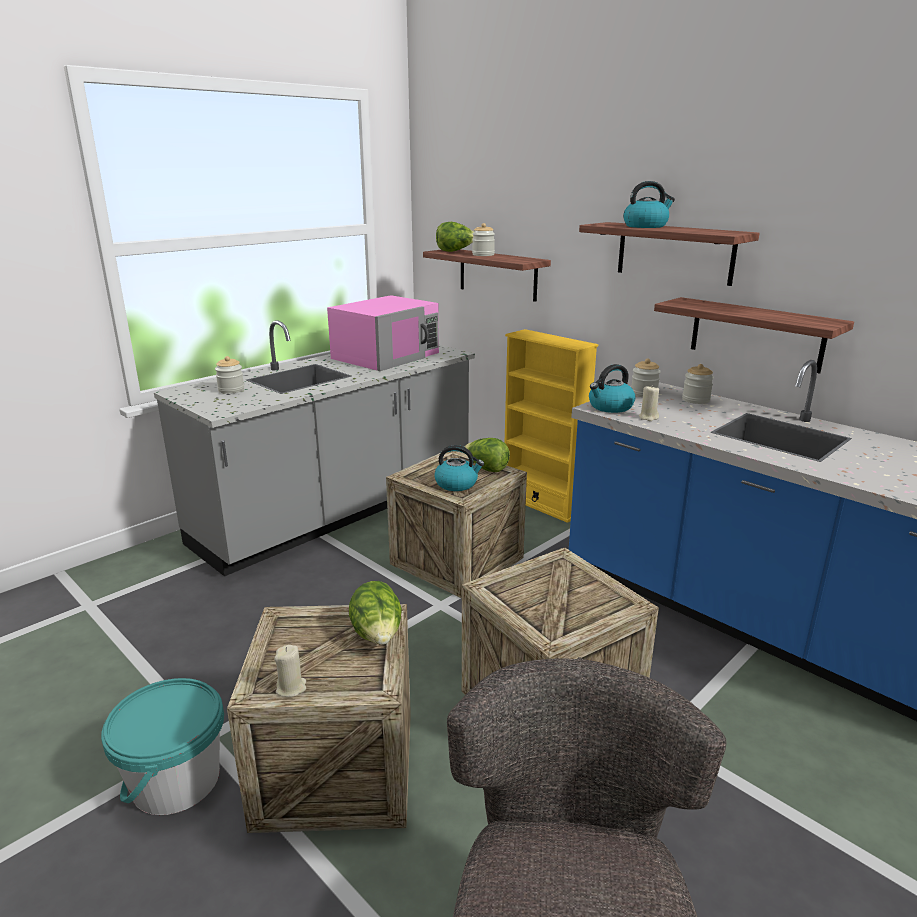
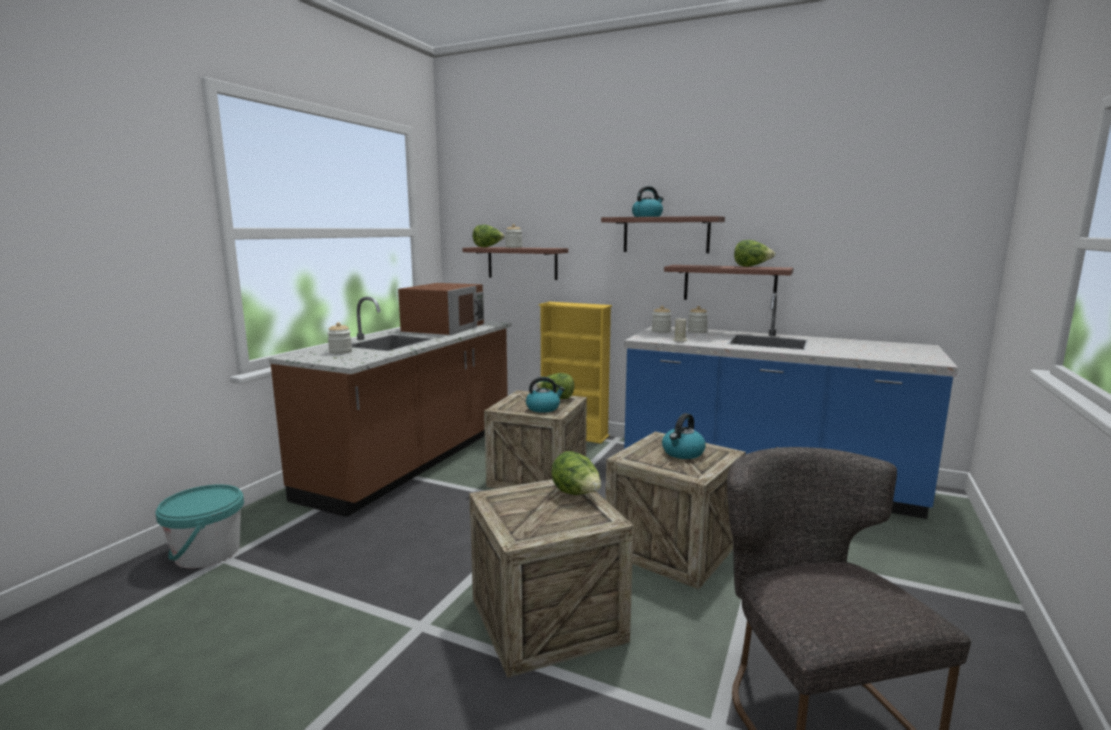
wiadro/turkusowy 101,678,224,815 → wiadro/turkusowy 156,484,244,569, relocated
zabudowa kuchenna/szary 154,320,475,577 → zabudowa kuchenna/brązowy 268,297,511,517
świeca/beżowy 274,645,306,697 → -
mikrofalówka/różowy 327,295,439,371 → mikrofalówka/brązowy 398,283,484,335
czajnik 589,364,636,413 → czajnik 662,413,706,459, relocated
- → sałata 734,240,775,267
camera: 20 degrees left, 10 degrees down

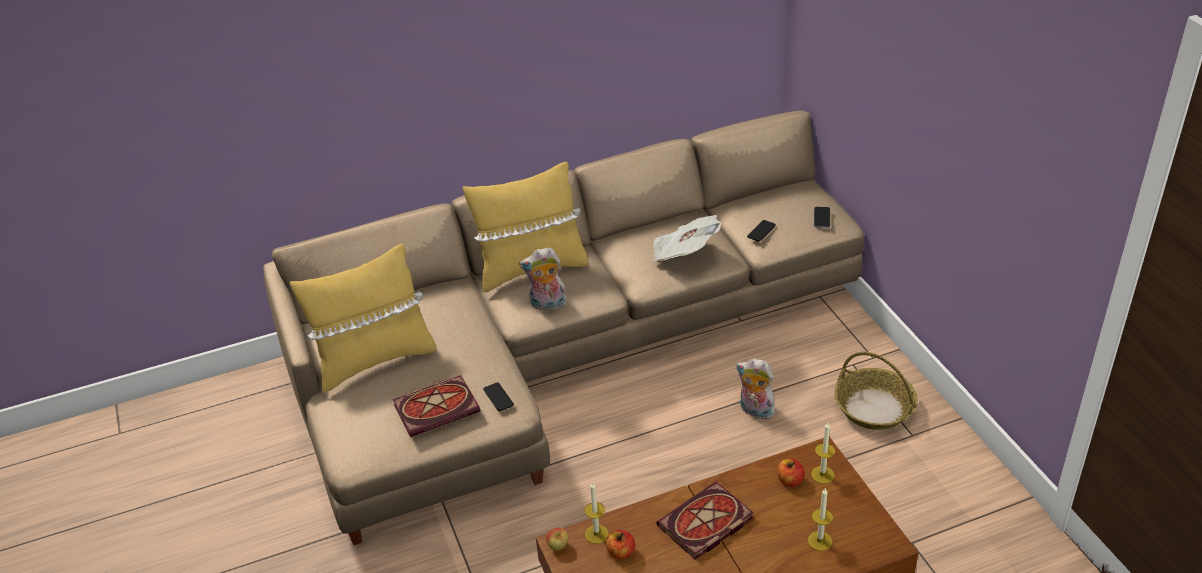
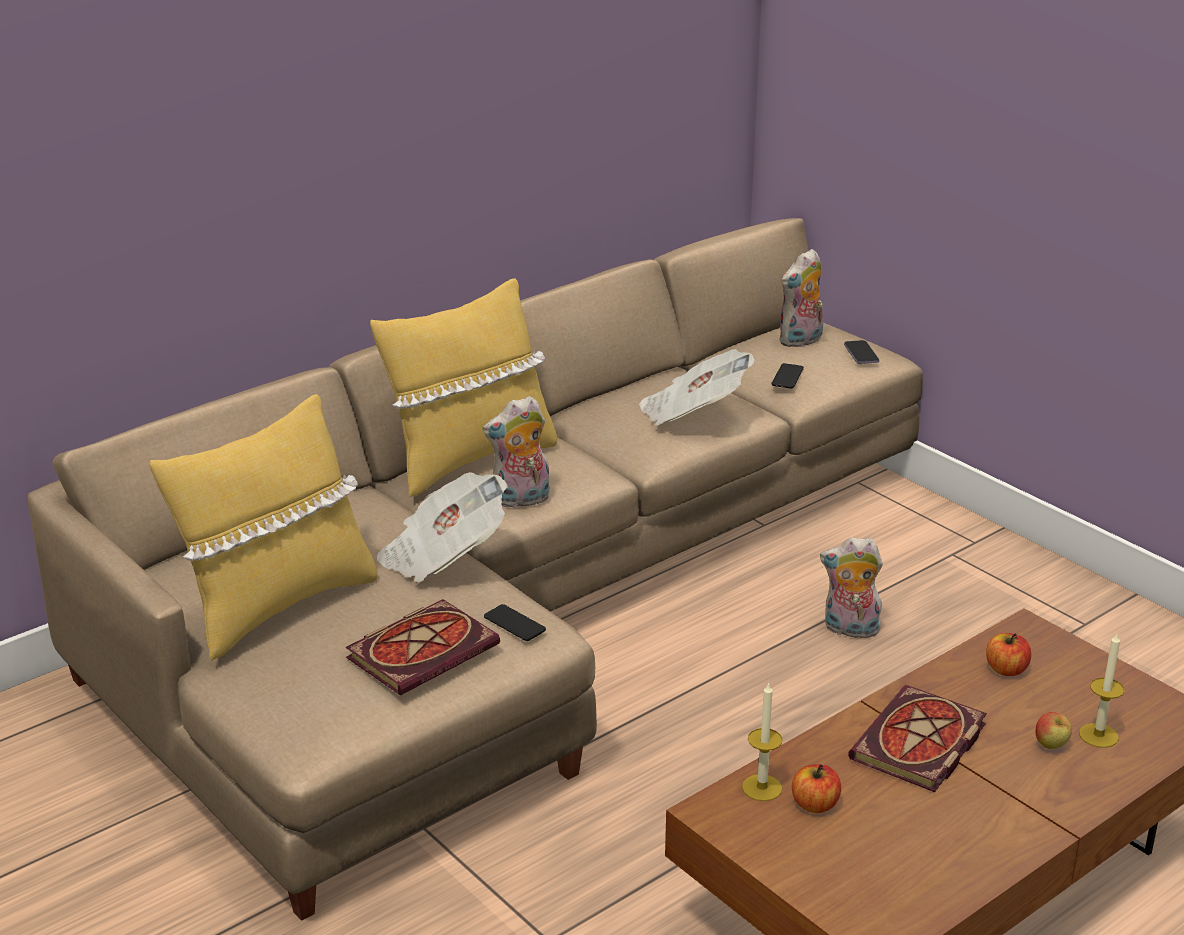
jabłko 546,528,569,550 → jabłko 1035,712,1072,749, relocated
świeca 811,423,835,484 → -
koszyk 834,352,918,430 → -
- → gazeta 377,472,508,583
- → pluszak 779,249,823,347
camera: 20 degrees left, 10 degrees down

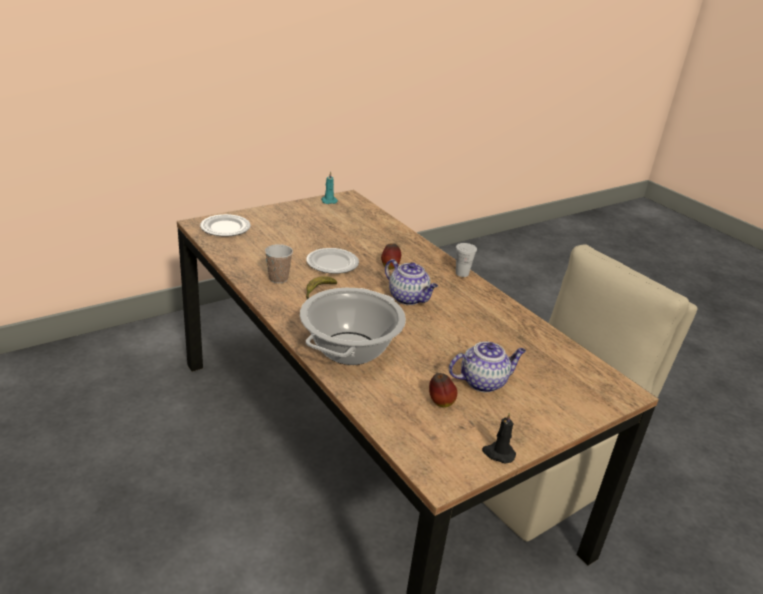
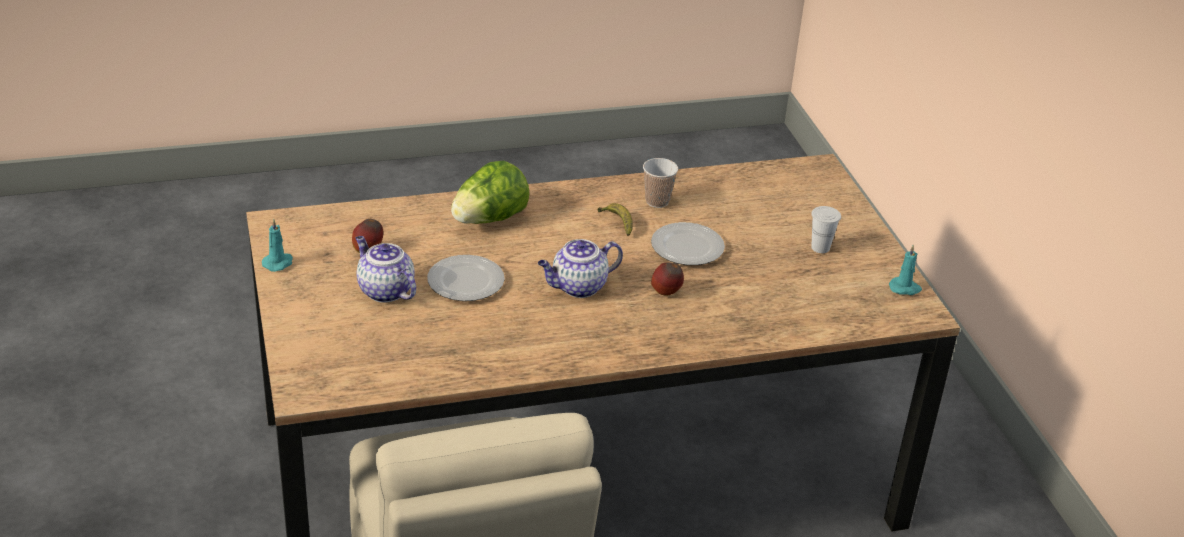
talerz 200,214,251,237 → talerz 427,255,505,301, relocated
garnek 300,288,406,365 → sałata 451,161,529,224
imbryk 449,341,526,392 → imbryk 356,236,416,303, 135 degrees clockwise
filiżanka/biały 456,243,477,277 → filiżanka/biały 811,206,841,253, relocated
świeca/czarny 482,412,516,463 → świeca/turkusowy 262,219,293,272
camera: 110 degrees right, 5 degrees up

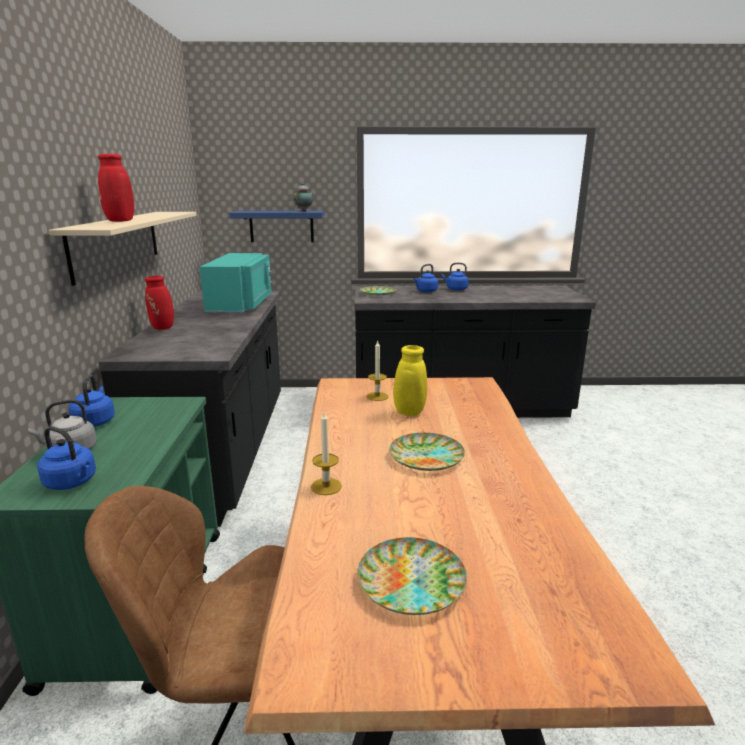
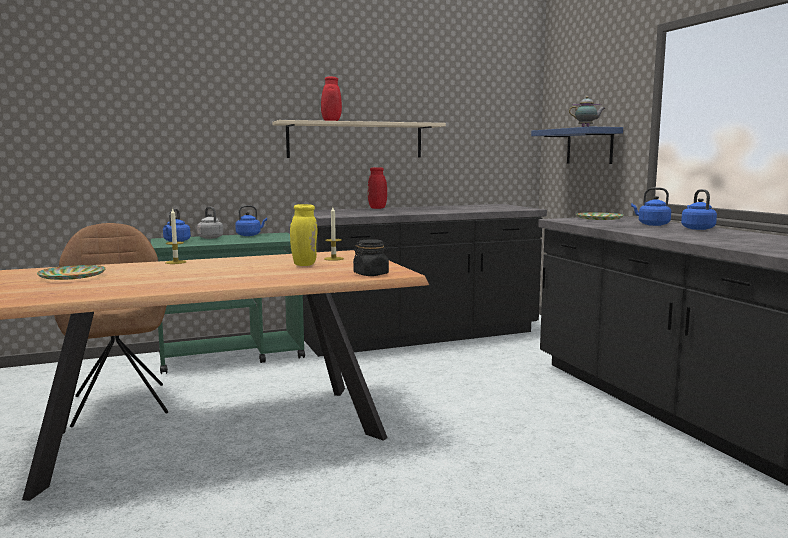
mikrofalówka/turkusowy 200,253,272,313 → -
talerz 389,433,465,471 → -
- → słoik/czarny 353,239,389,276
camera: 70 degrees right, 10 degrees down

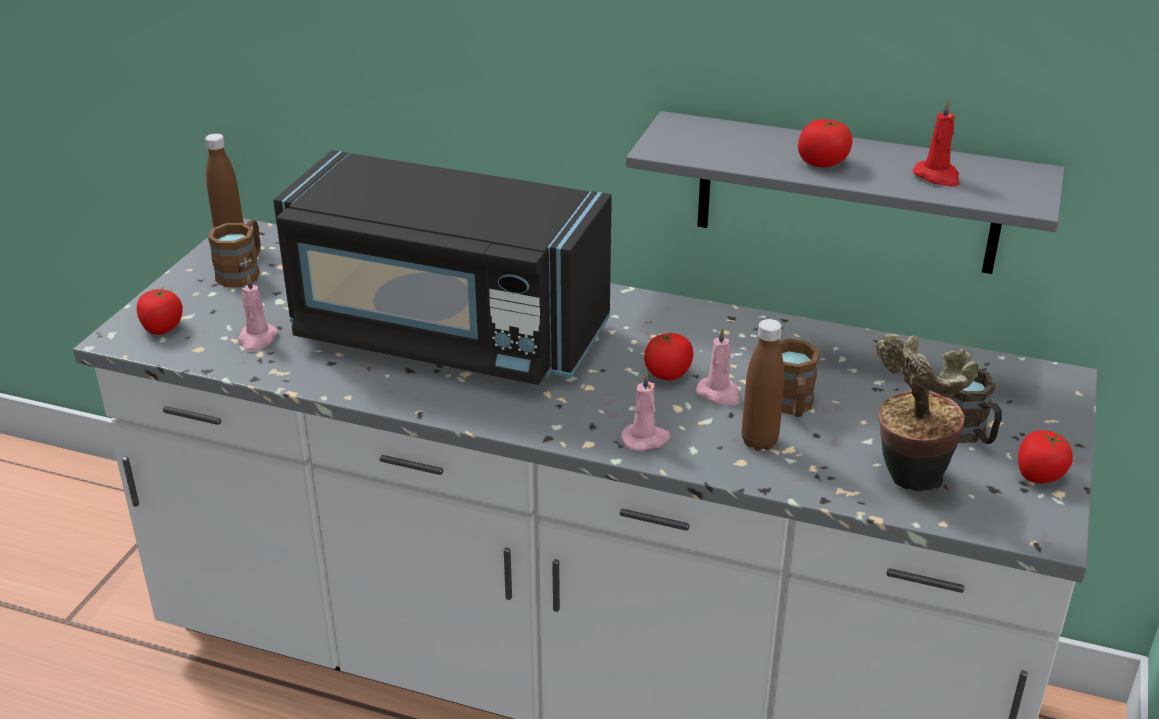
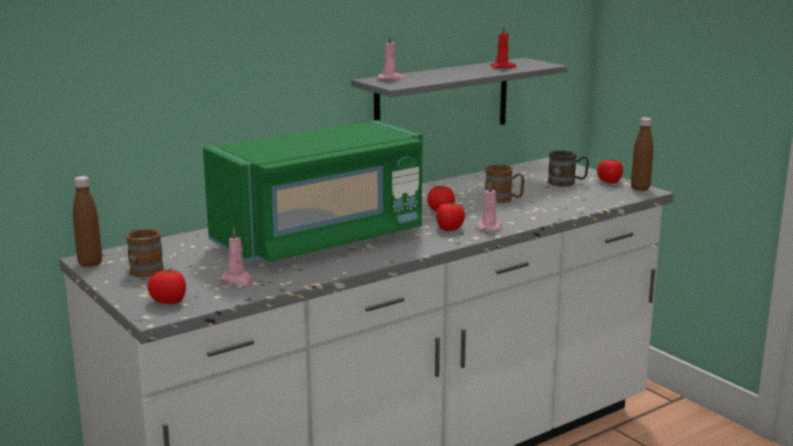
mikrofalówka/czarny 273,150,612,385 → mikrofalówka/zielony 203,120,423,263
świeca/różowy 696,327,739,406 → świeca/różowy 377,34,405,80, relocated
butelka/brązowy 742,319,784,451 → butelka/brązowy 631,117,653,191, relocated
pomidor 798,119,853,167 → pomidor 436,202,465,231, relocated
roślina doniczkowa 875,334,979,491 → -
camera: 55 degrees left, 15 degrees down

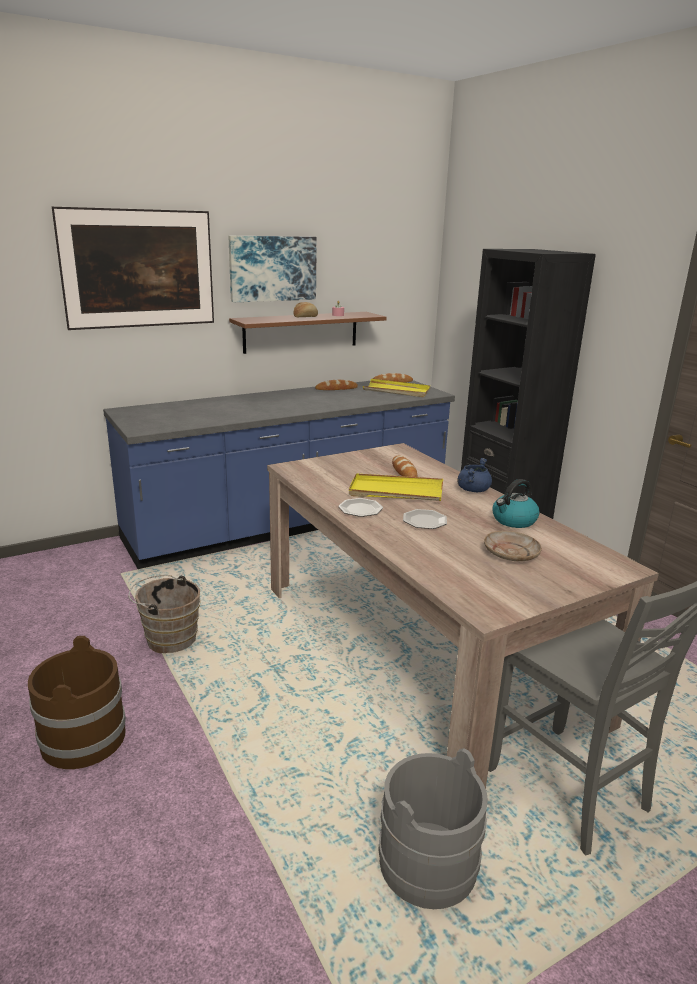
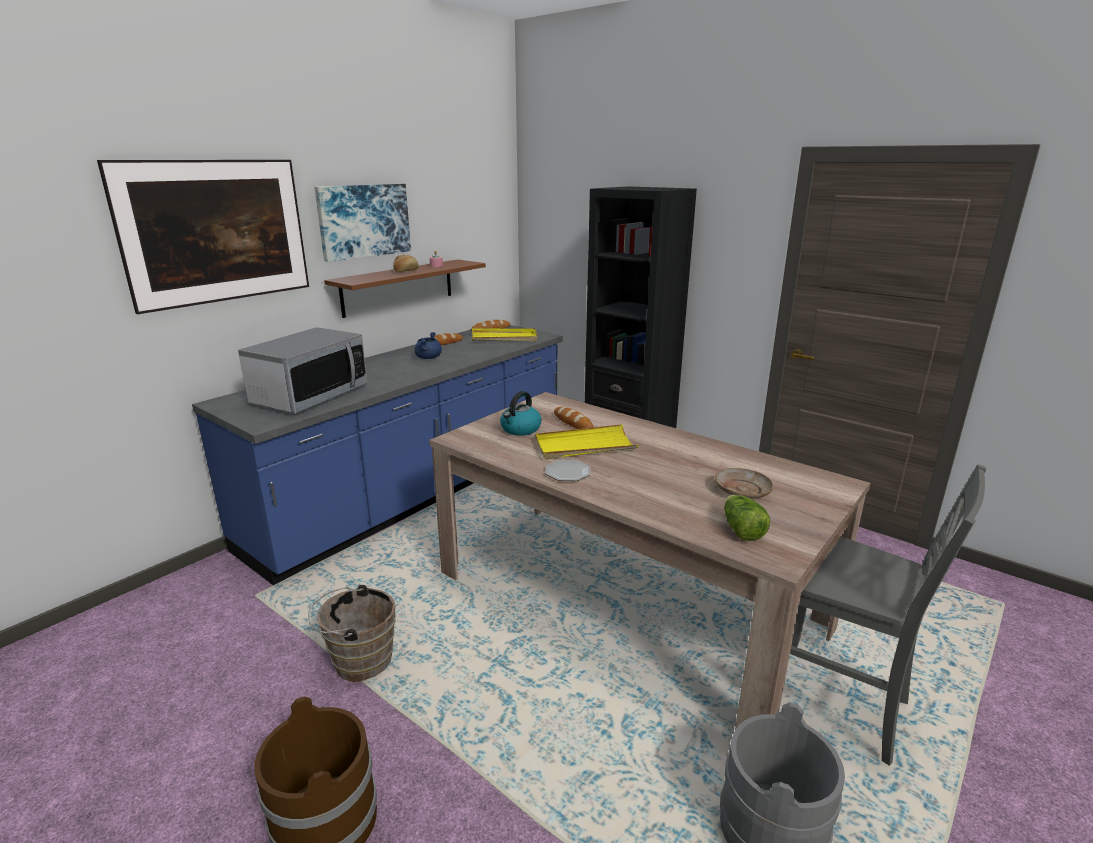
talerz 403,509,447,529 → -
garnek/niebieski 457,458,492,492 → garnek/niebieski 414,332,442,359, relocated
czajnik 492,479,539,528 → czajnik 500,391,542,436, relocated
- → mikrofalówka 238,327,367,414
- → sałata 724,495,770,541
camera: 20 degrees left, 0 degrees up

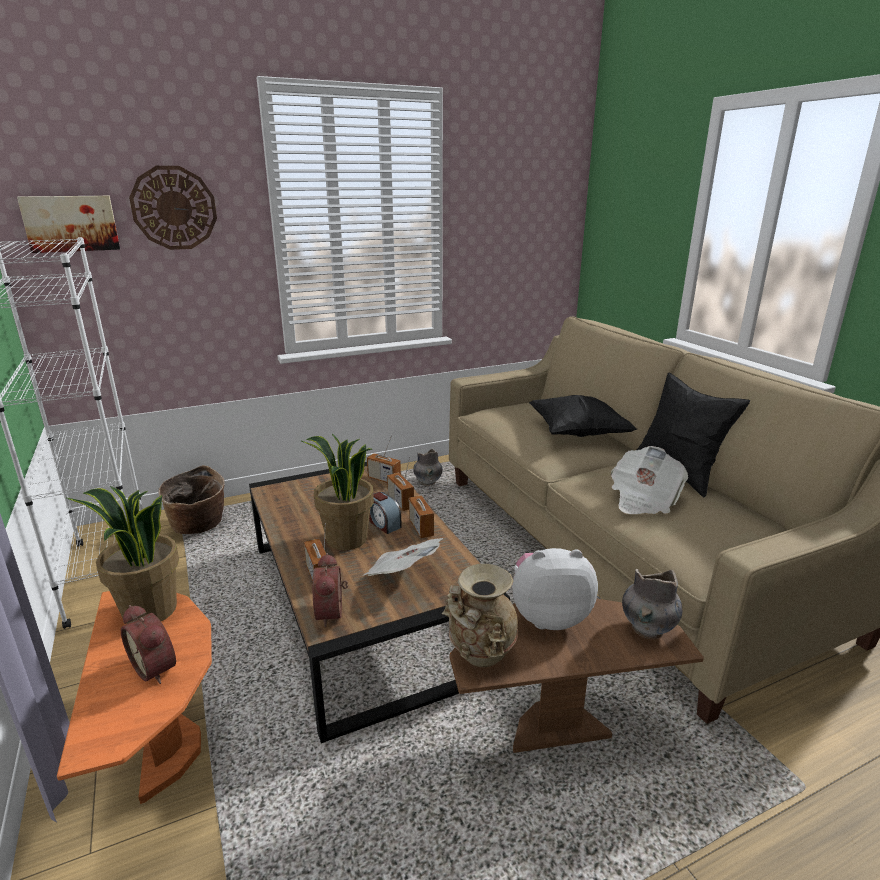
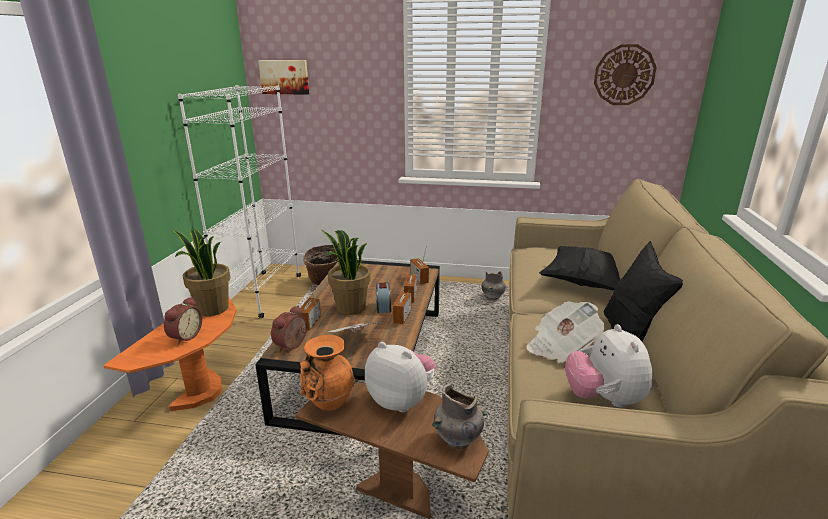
budzik 121,605,176,684 → budzik 164,297,202,345, 150 degrees counterclockwise
zegar ścienny 129,166,217,250 → zegar ścienny 594,44,657,105, relocated
wazon/beżowy 442,564,518,667 → wazon/pomarańczowy 300,335,355,411
- → pluszak 565,324,653,408
camera: 35 degrees right, 0 degrees up

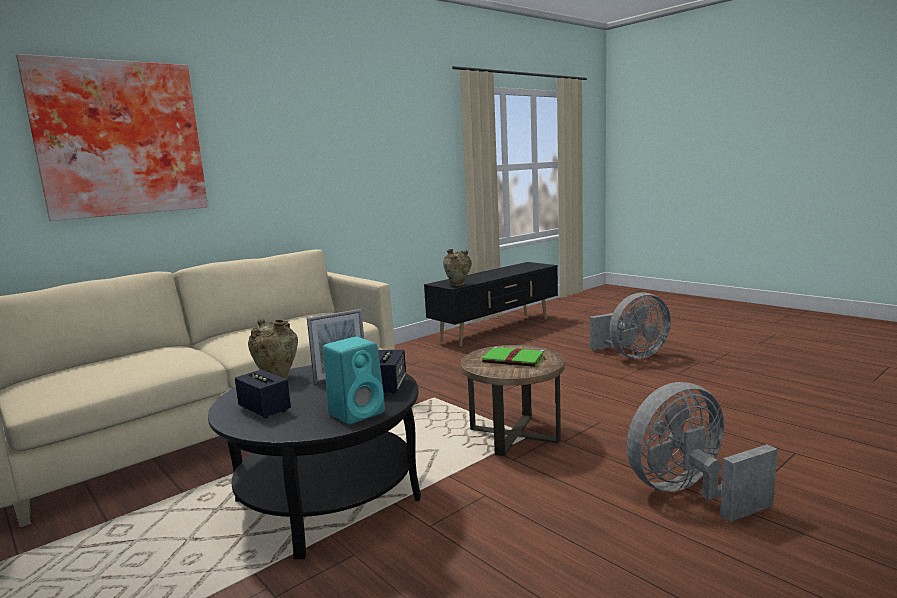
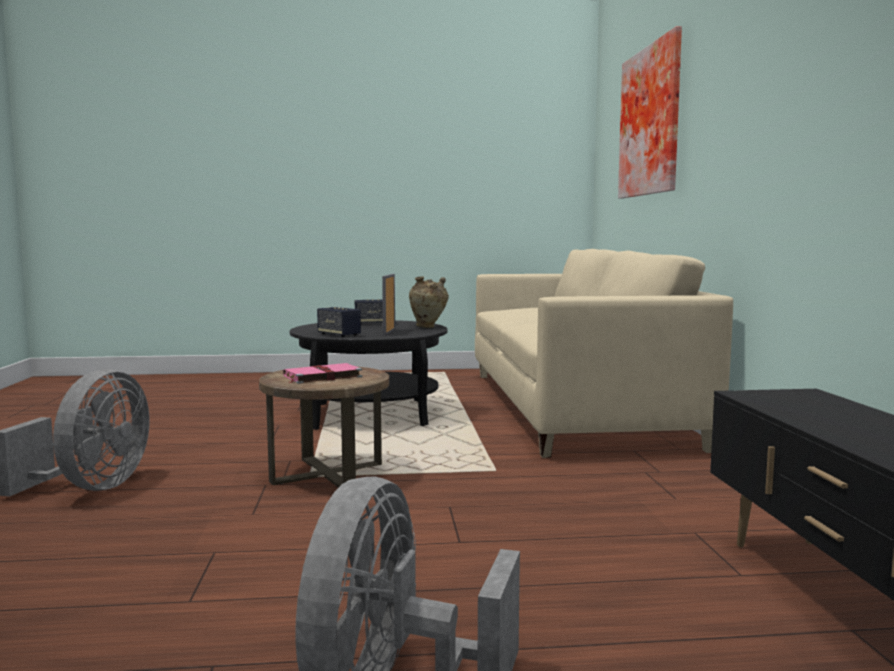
głośnik/turkusowy 323,337,385,424 → -
wazon/beżowy 443,249,472,286 → -
książka/zielony 482,346,546,367 → książka/różowy 283,363,362,384
camera: 125 degrees right, 5 degrees down

